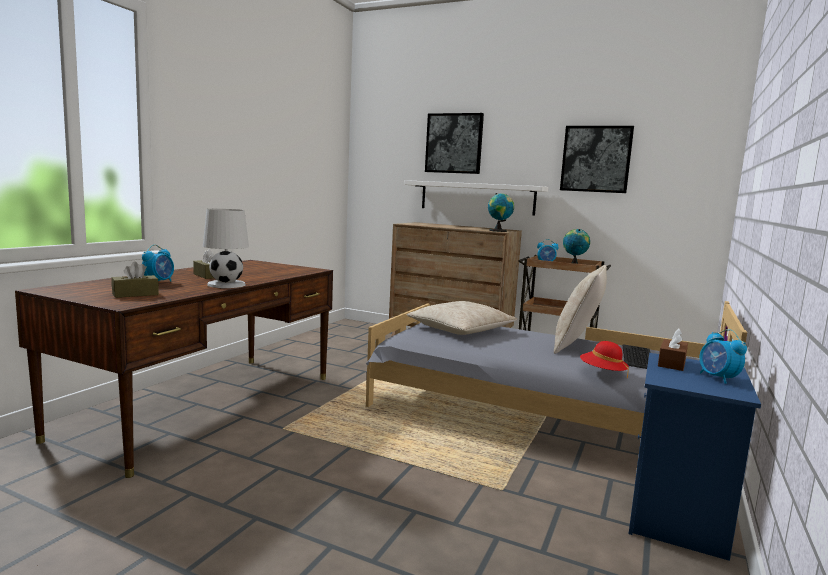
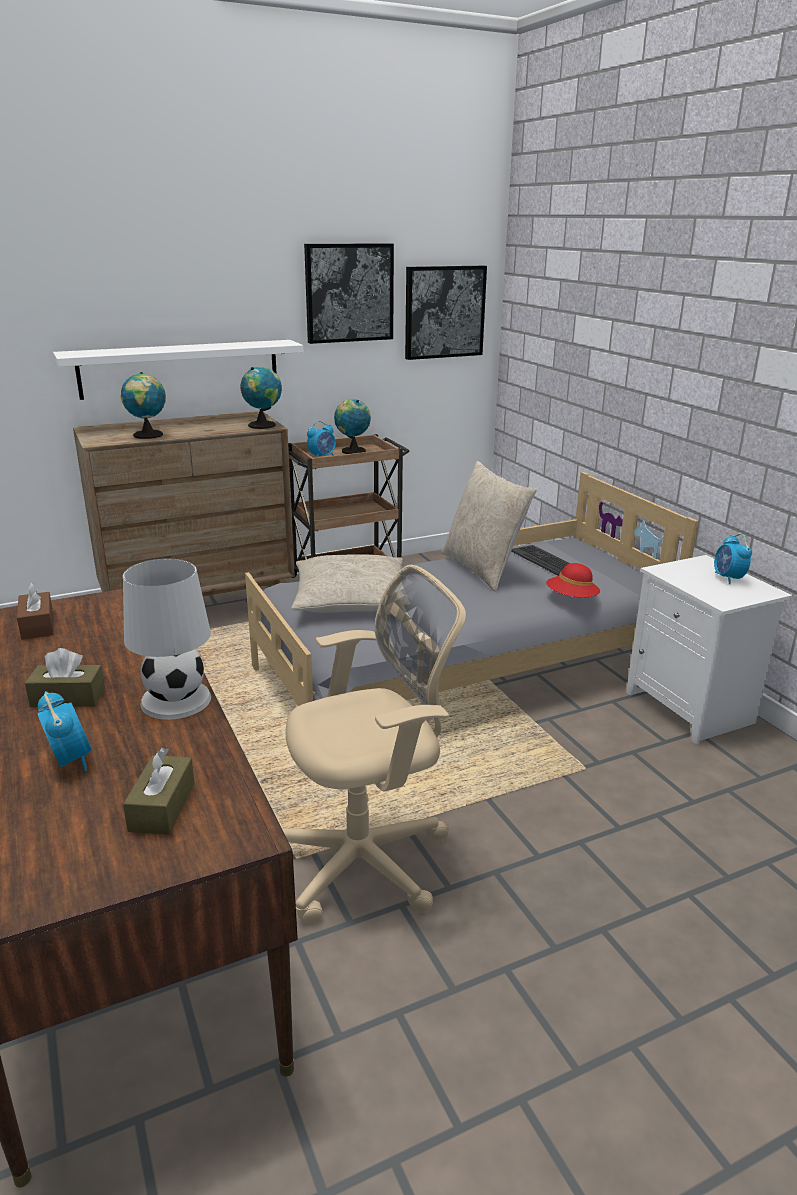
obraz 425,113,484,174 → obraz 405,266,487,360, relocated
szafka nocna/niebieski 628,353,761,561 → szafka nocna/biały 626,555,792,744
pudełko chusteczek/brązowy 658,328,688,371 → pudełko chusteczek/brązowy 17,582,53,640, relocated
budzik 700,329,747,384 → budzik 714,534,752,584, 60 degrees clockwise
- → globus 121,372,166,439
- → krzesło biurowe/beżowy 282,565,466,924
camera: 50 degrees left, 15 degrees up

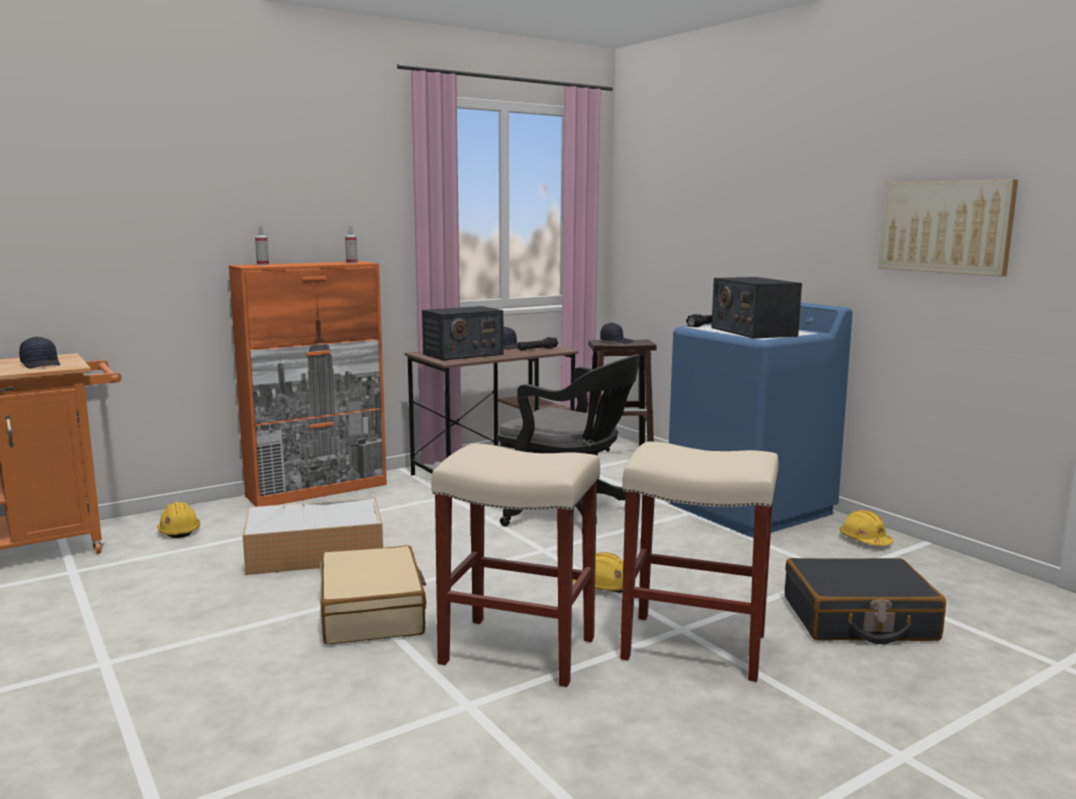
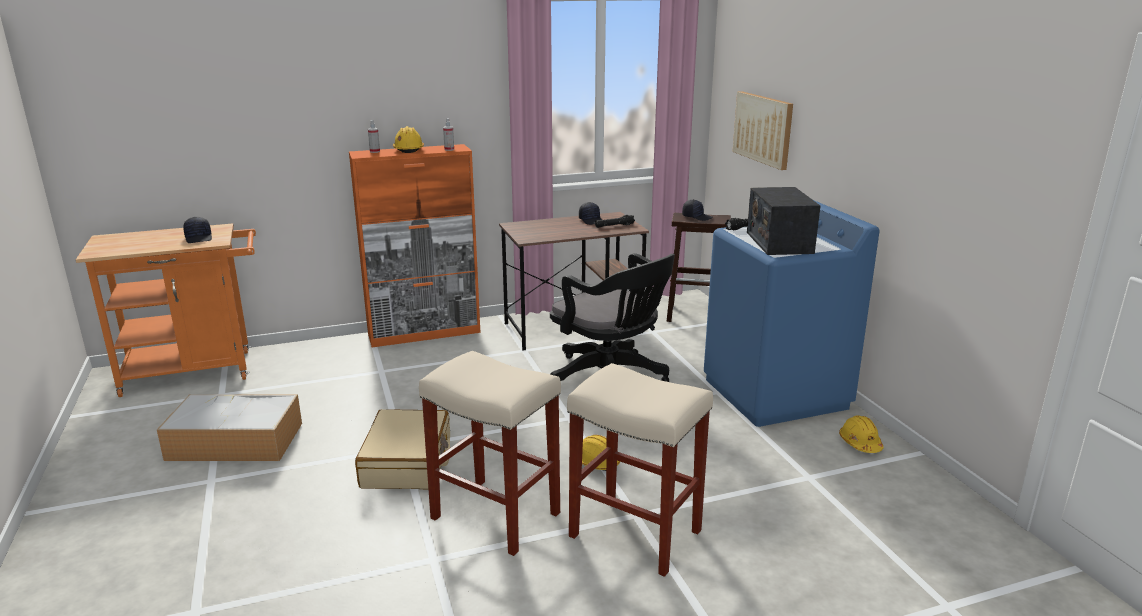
kask/żółty 157,502,200,538 → kask/żółty 393,126,424,153, relocated
pojemnik do przechowywania 243,497,383,575 → pojemnik do przechowywania 157,394,302,461, relocated
radio 422,306,503,361 → -
walizka/czarny 785,558,946,644 → -
obraz 878,179,1018,276 → obraz 733,91,793,170, relocated
camera: 15 degrees right, 10 degrees up

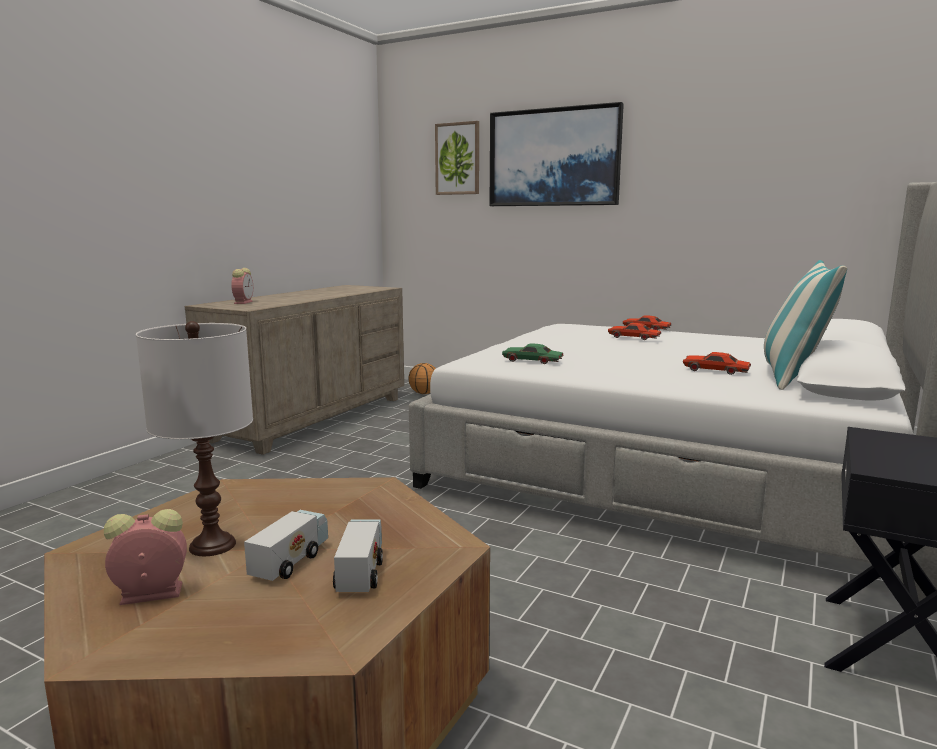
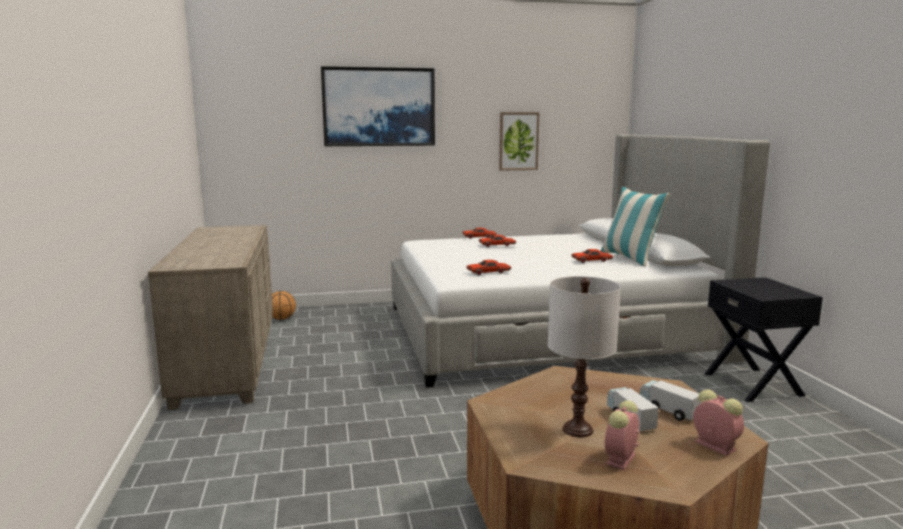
budzik 231,268,253,304 → budzik 693,389,744,456, relocated
obraz 435,121,479,195 → obraz 499,112,540,171, relocated
samochodzik/zielony 502,343,563,364 → samochodzik/czerwony 466,260,511,275
camera: 40 degrees left, 0 degrees up

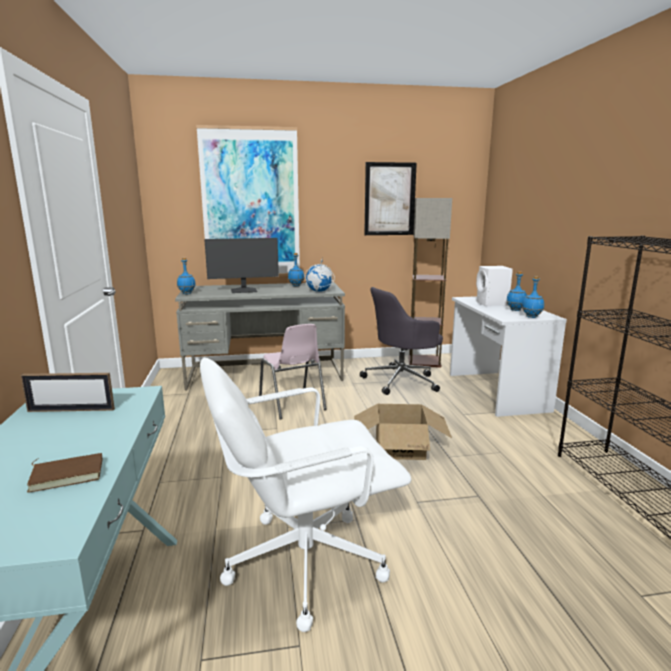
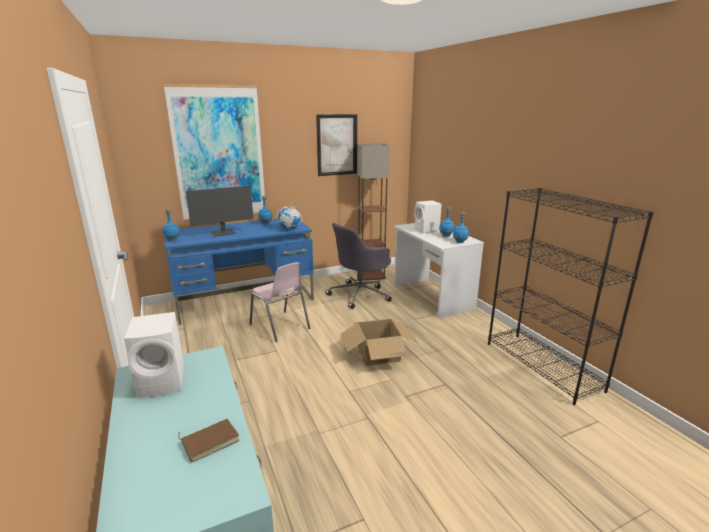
ramka na zdjęcie 21,373,115,412 → głośnik/biały 124,312,184,398
biurko/szary 175,282,345,390 → biurko/niebieski 164,219,314,325
krzesło biurowe/biały 200,358,412,632 → -
camera: 15 degrees left, 5 degrees up

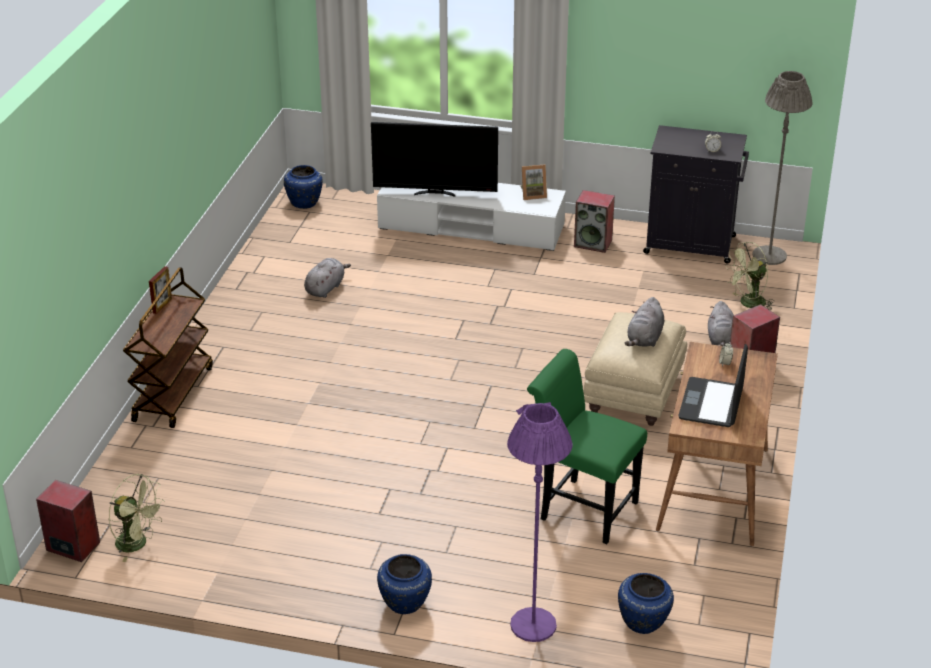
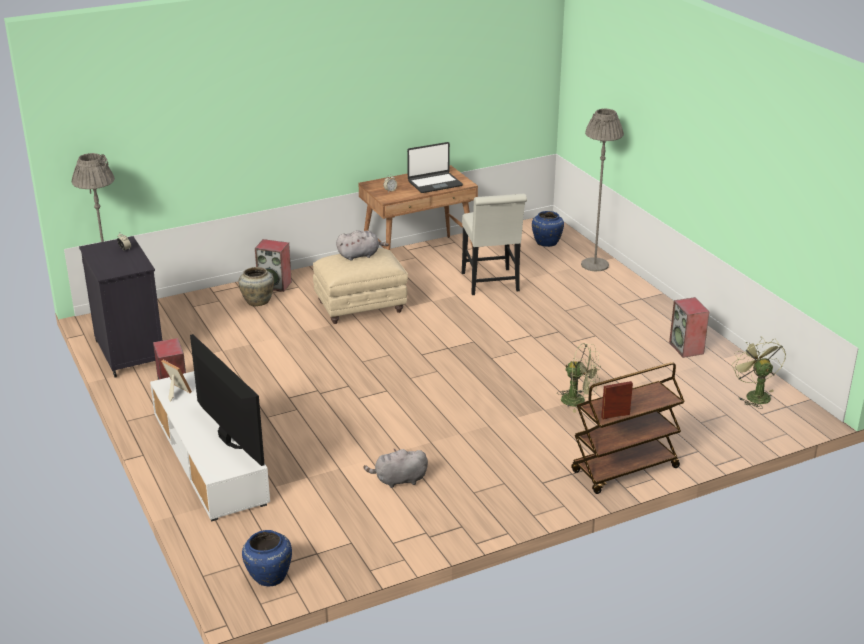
głośnik 36,480,100,562 → głośnik 669,297,709,358, relocated
wazon/niebieski 377,554,432,614 → -
lampa stojąca/fioletowy 507,402,573,642 → lampa stojąca/szary 581,109,624,271
krzesło/zielony 527,349,647,544 → krzesło/biały 462,194,527,295
pluszak/szary 708,301,734,347 → wazon/beżowy 239,267,274,307
wentylator/zielony 725,242,774,310 → wentylator/zielony 557,343,600,413, relocated
camera: 130 degrees left, 5 degrees down

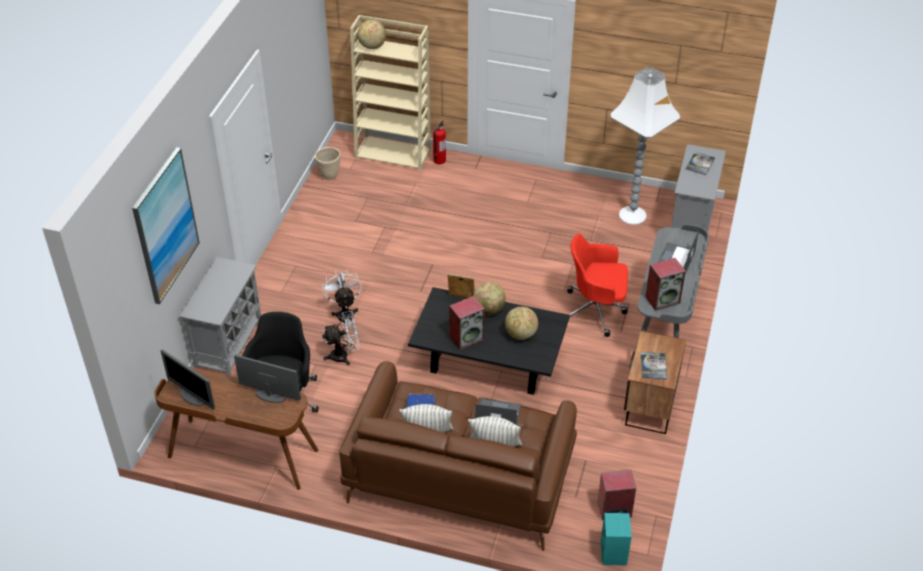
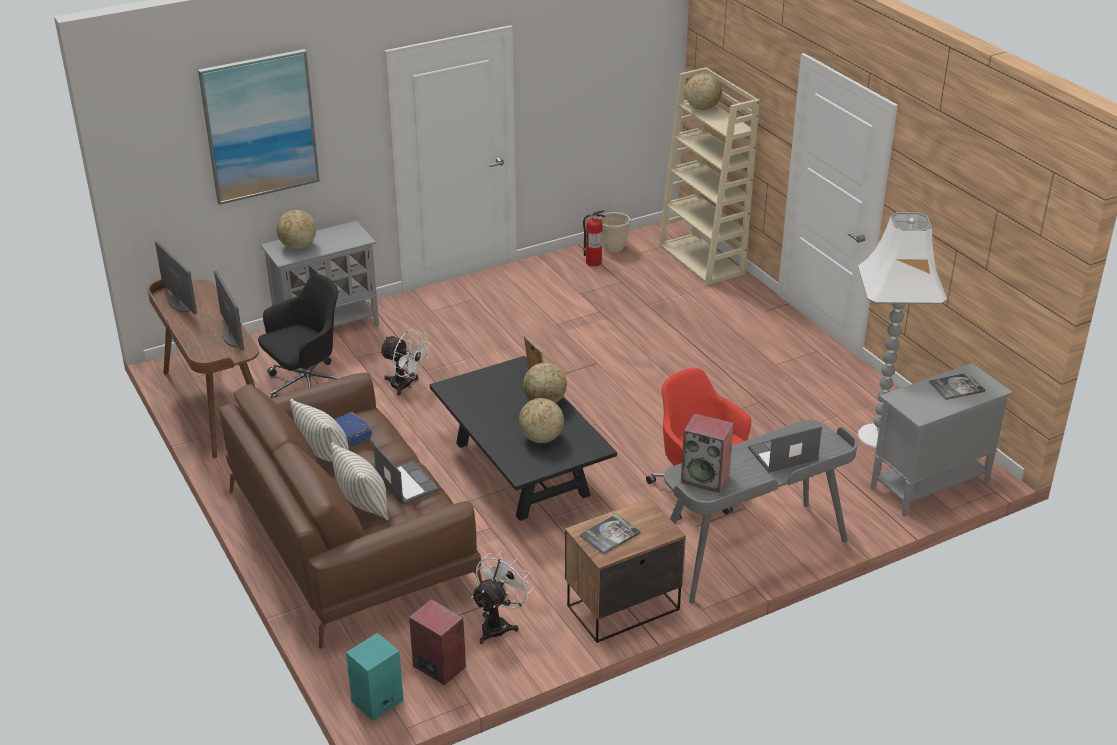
monitor 161,349,215,410 → monitor 155,241,197,314, 150 degrees clockwise
wentylator/biały 322,269,362,323 → wentylator/biały 471,551,534,644, relocated
gaśnica 433,120,446,165 → gaśnica 583,210,605,266, relocated
głośnik 449,296,485,350 → -
- → globus 276,210,316,249
camera: 45 degrees right, 10 degrees down

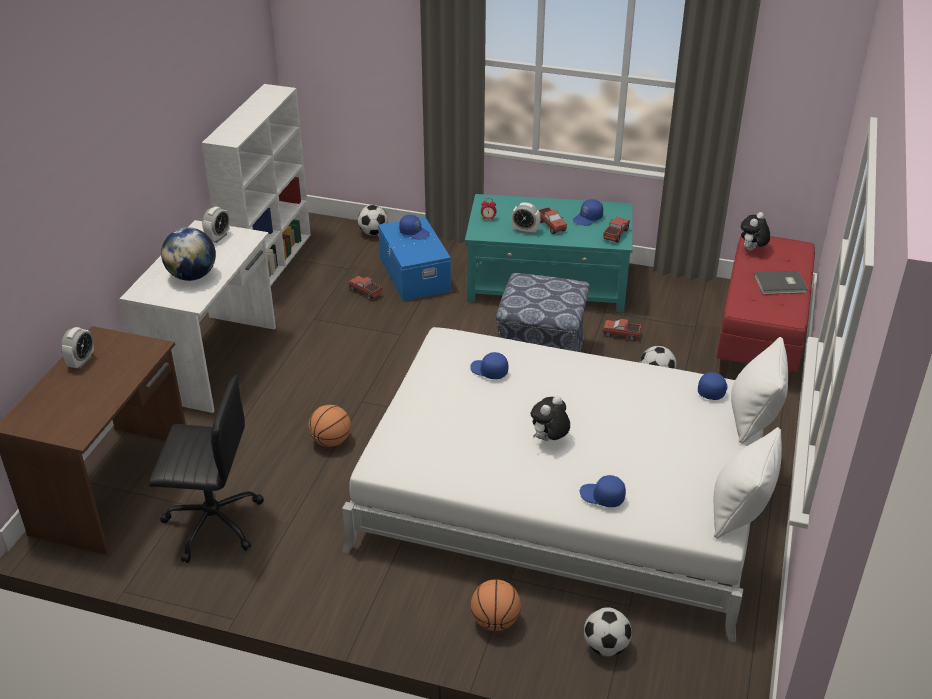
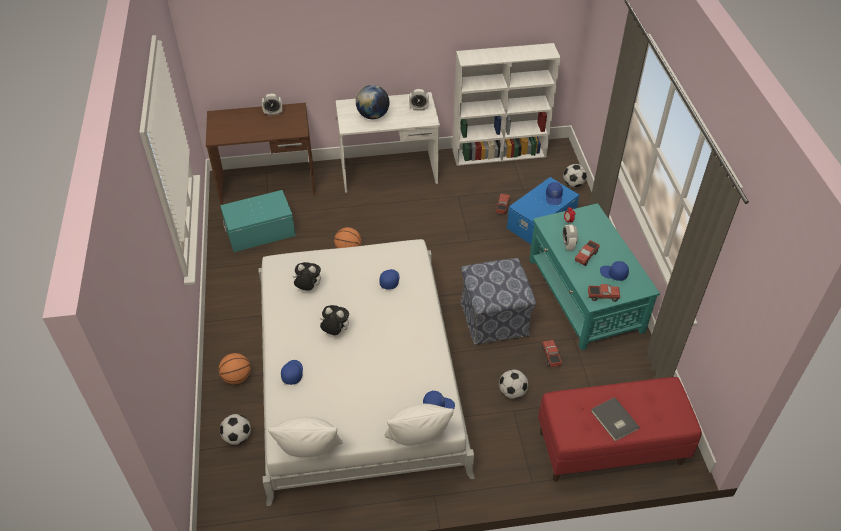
krzesło biurowe/czarny 149,375,264,563 → pojemnik do przechowywania/turkusowy 220,190,296,252
pluszak 741,212,770,251 → pluszak 293,262,321,291, relocated
camera: 65 degrees right, 10 degrees up

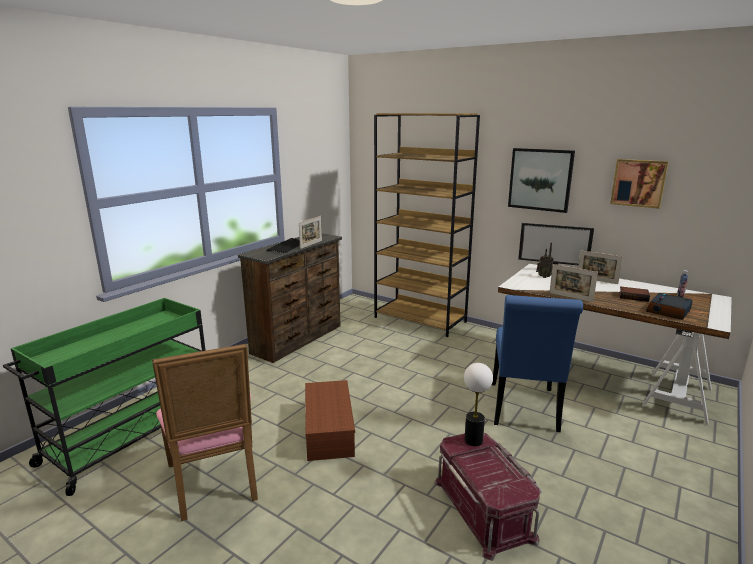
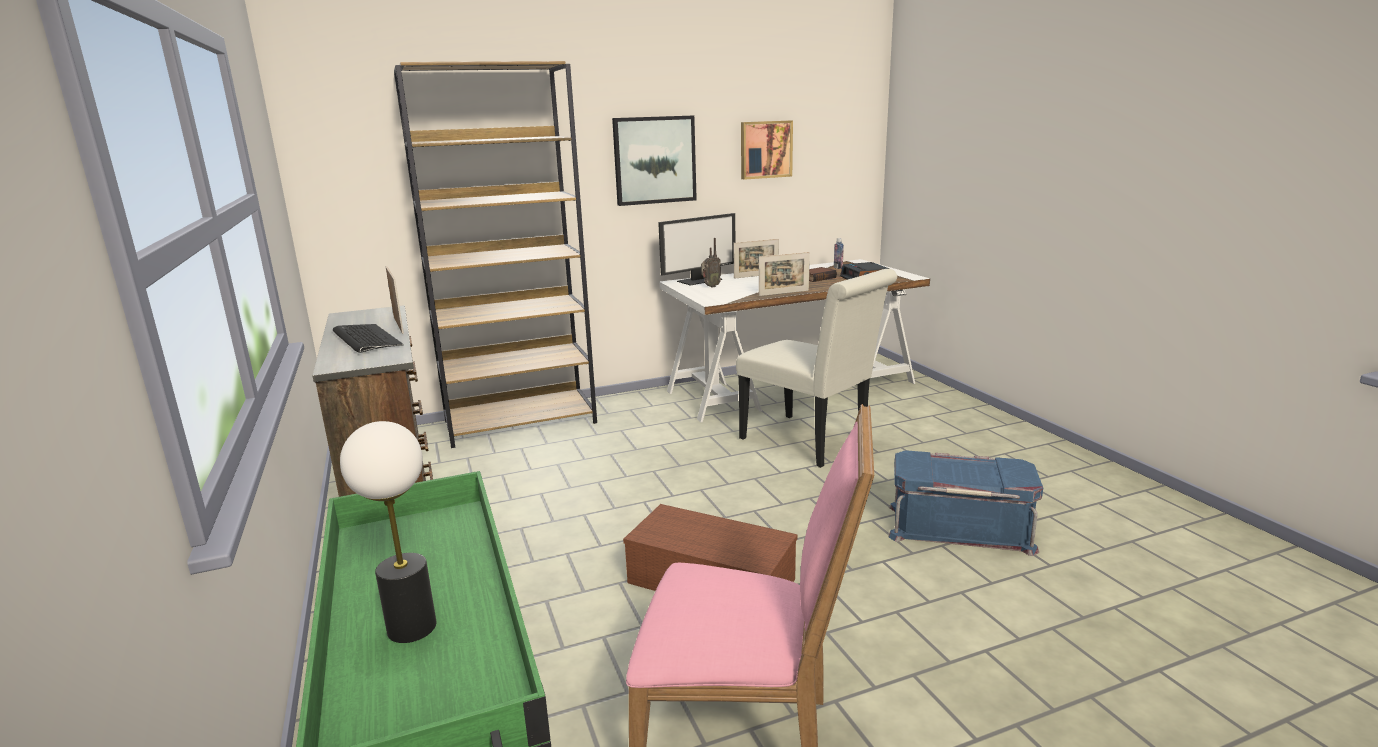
pojemnik do przechowywania/czerwony 434,433,542,561 → pojemnik do przechowywania/niebieski 888,450,1043,556
lampa stołowa 464,363,493,446 → lampa stołowa 340,421,436,643, relocated
krzesło/niebieski 492,295,583,432 → krzesło/biały 736,269,897,468
camera: 55 degrees left, 0 degrees up

